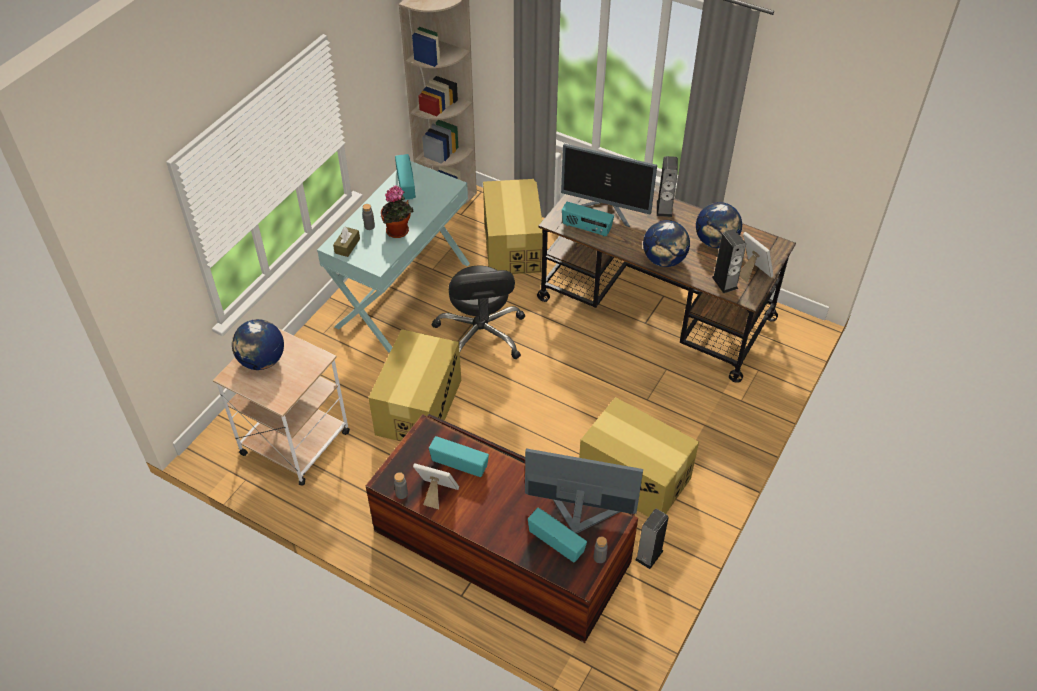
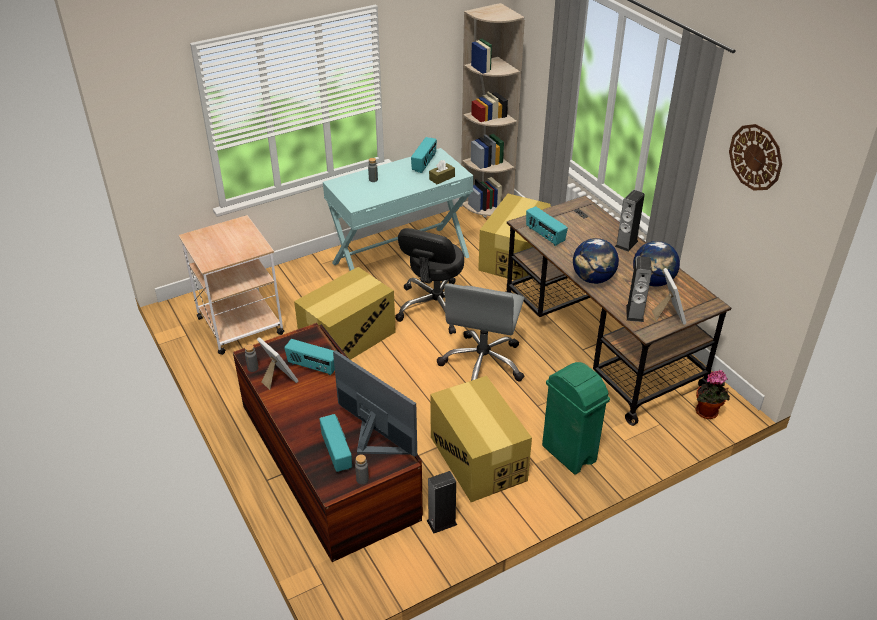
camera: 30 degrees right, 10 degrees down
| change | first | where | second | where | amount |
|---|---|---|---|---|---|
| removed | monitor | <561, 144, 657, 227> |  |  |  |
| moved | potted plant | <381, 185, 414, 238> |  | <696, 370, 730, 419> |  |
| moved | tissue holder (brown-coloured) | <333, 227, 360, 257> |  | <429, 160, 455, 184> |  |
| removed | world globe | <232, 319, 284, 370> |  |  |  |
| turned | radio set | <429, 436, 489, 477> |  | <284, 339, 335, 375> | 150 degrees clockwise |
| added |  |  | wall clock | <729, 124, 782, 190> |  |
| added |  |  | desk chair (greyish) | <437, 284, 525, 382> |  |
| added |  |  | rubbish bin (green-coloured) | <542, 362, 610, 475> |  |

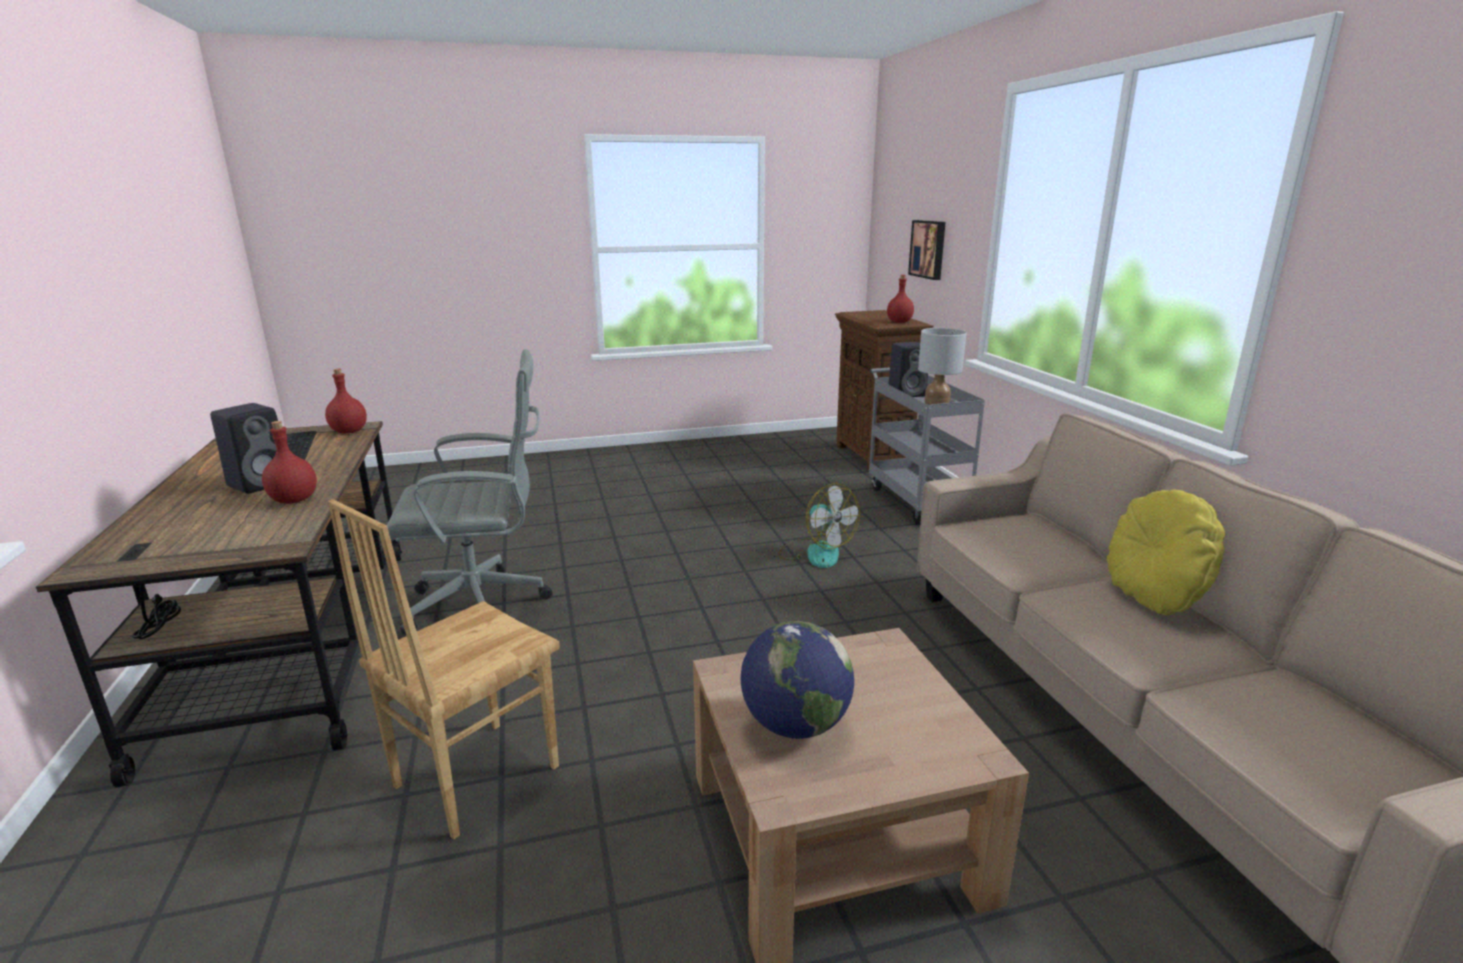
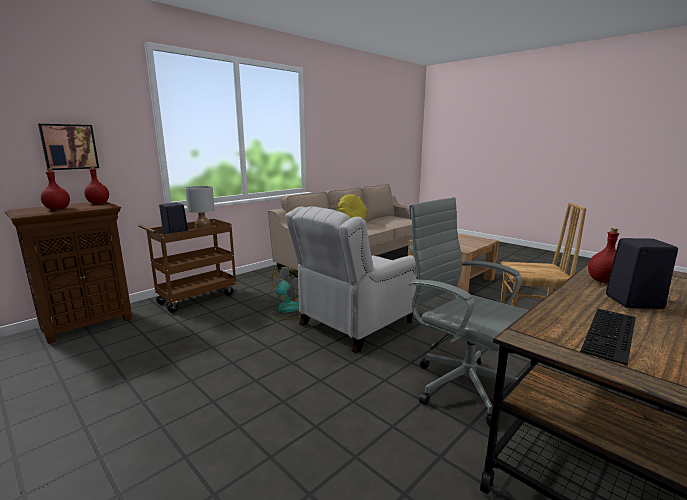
camera: 120 degrees left, 5 degrees down
| change | first | where | second | where | amount |
|---|---|---|---|---|---|
| recoloured | wheeled cart (greyish) | <869, 368, 985, 525> | wheeled cart (brown-coloured) | <138, 219, 236, 313> |  |
| moved | beverage bottle (red) | <325, 369, 367, 433> |  | <41, 168, 70, 210> |  |
| removed | world globe | <740, 621, 854, 739> |  |  |  |
| added |  |  | lounge chair (white) | <285, 206, 417, 353> |  |

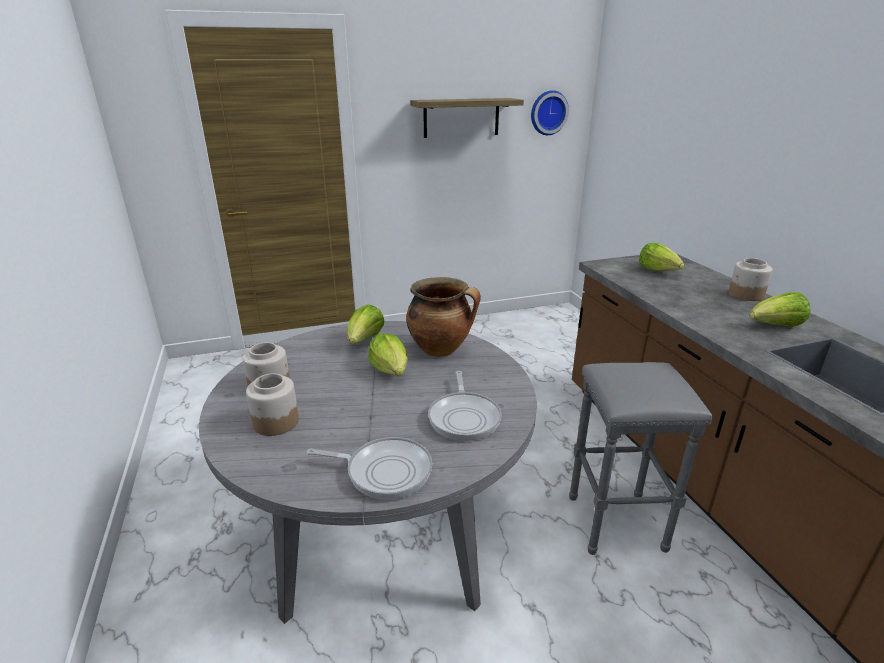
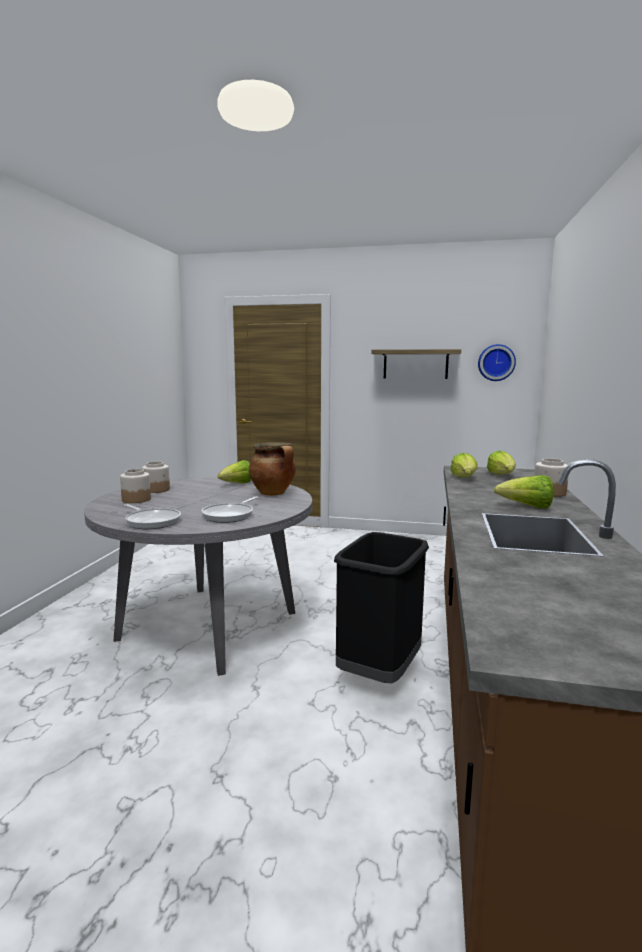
camera: 30 degrees right, 15 degrees down
| change | first | where | second | where | amount |
|---|---|---|---|---|---|
| moved | head of lettuce | <368, 333, 407, 376> |  | <450, 453, 478, 477> |  |
| replaced | stool seat (greyish) | <569, 362, 713, 555> | rubbish bin (black-coloured) | <334, 532, 429, 683> |  |

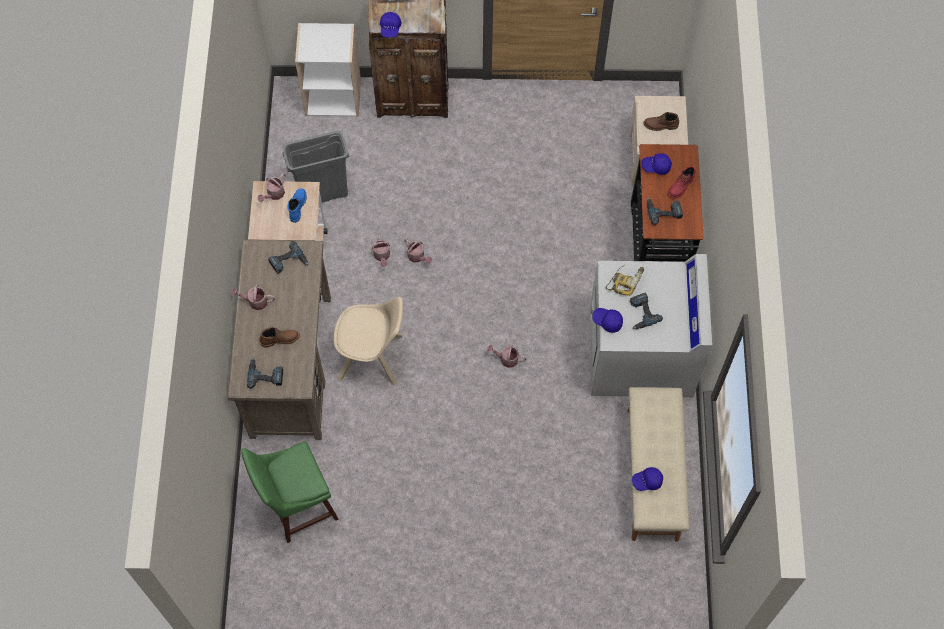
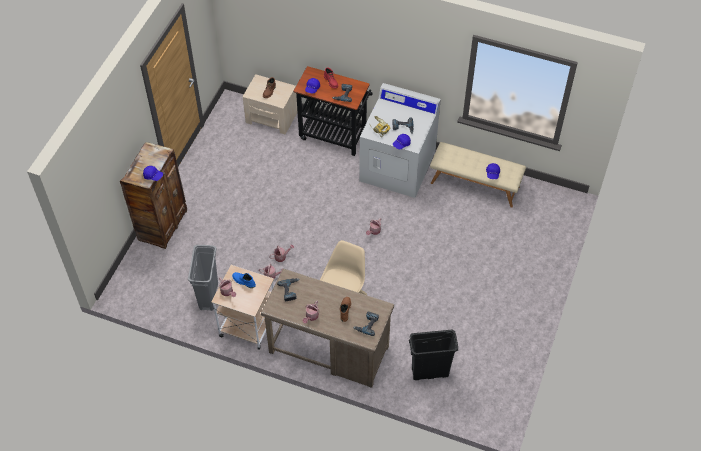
camera: 70 degrees left, 10 degrees down
| change | first | where | second | where | amount |
|---|---|---|---|---|---|
| removed | bookshelf (white) | <295, 23, 361, 117> |  |  |  |
| replaced | plain chair (green-coloured) | <241, 441, 339, 543> | rubbish bin (black-coloured) | <409, 329, 458, 380> |  |

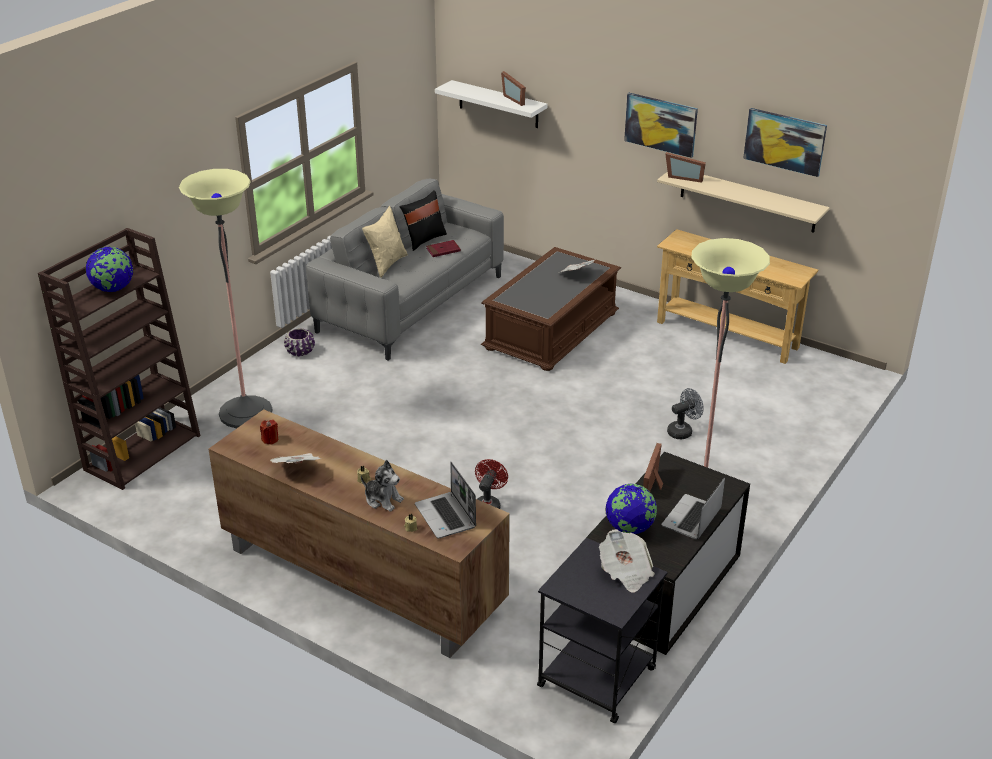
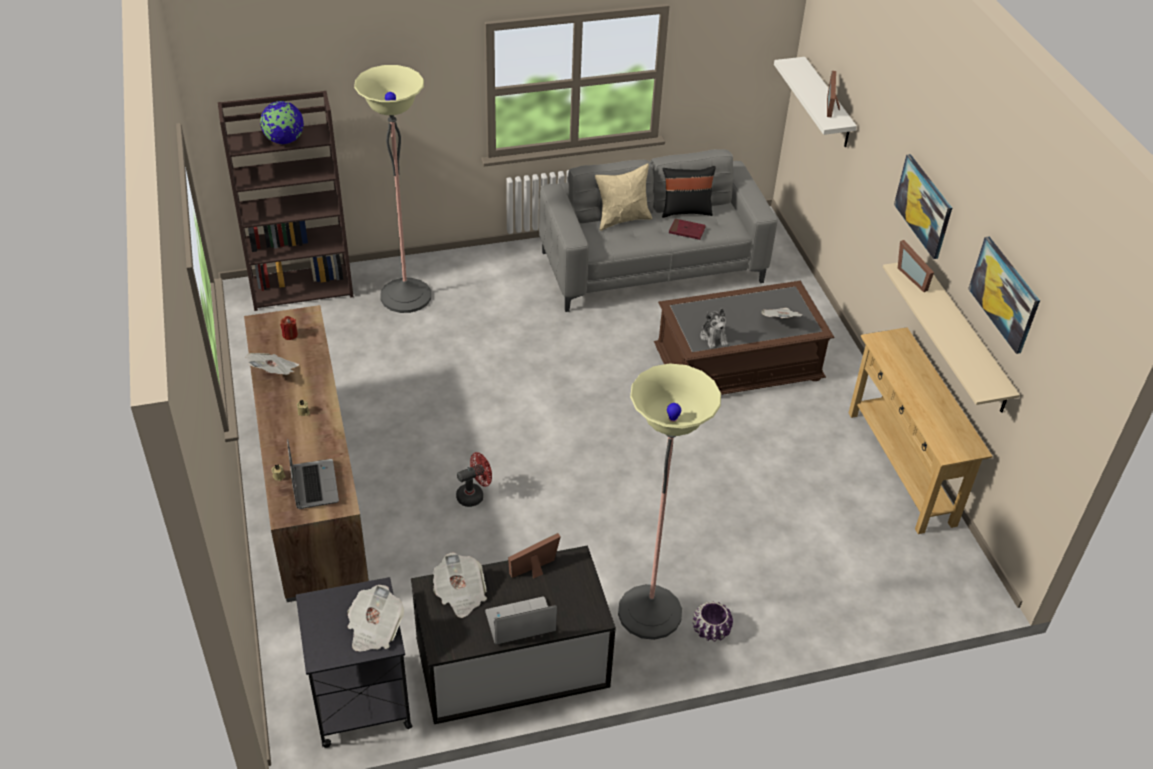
camera: 40 degrees right, 10 degrees up
| change | first | where | second | where | amount |
|---|---|---|---|---|---|
| moved | flower pot (purple-coloured) | <284, 328, 315, 356> |  | <692, 601, 733, 641> |  |
| removed | fan (greyish) | <667, 388, 704, 439> |  |  |  |
| moved | cuddly toy | <361, 460, 404, 512> |  | <700, 308, 728, 349> |  |
| turned | notebook computer | <415, 462, 476, 538> |  | <287, 439, 339, 509> | 150 degrees clockwise |
| replaced | world globe | <605, 484, 657, 534> | daily paper | <433, 552, 487, 618> |  |

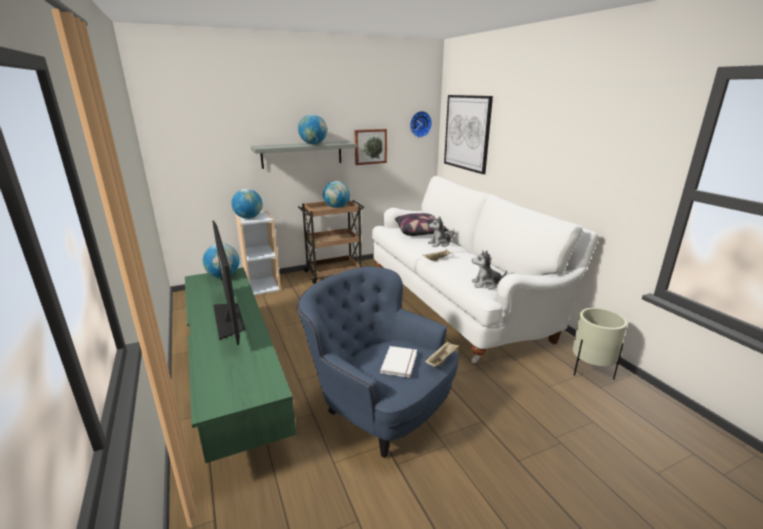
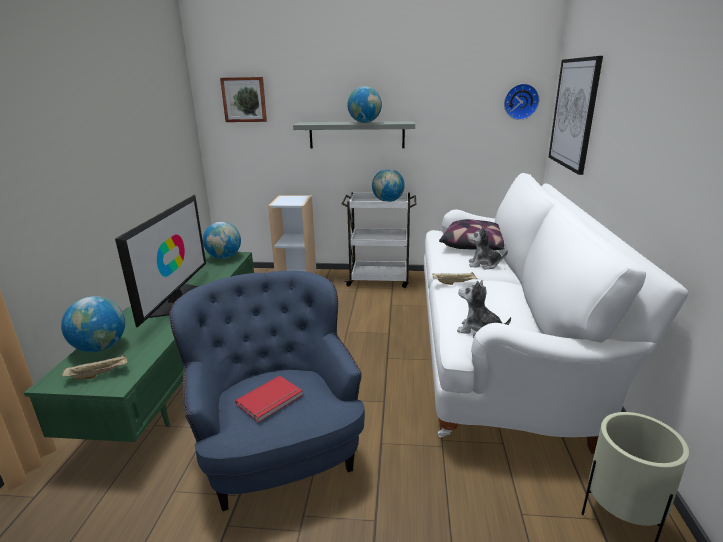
camera: 30 degrees right, 0 degrees up
| change | first | where | second | where | amount |
|---|---|---|---|---|---|
| moved | picture | <354, 129, 387, 165> |  | <220, 77, 267, 122> |  |
| moved | world globe | <231, 189, 263, 219> |  | <61, 296, 125, 352> |  |
| recoloured | wheeled cart (brown-coloured) | <298, 199, 364, 284> | wheeled cart (white) | <342, 192, 417, 288> |  |
| moved | tray (beige-coloured) | <425, 341, 459, 367> |  | <61, 354, 127, 379> |  |
| recoloured | bound book (white) | <380, 346, 417, 378> | bound book (red) | <235, 376, 303, 422> |  |

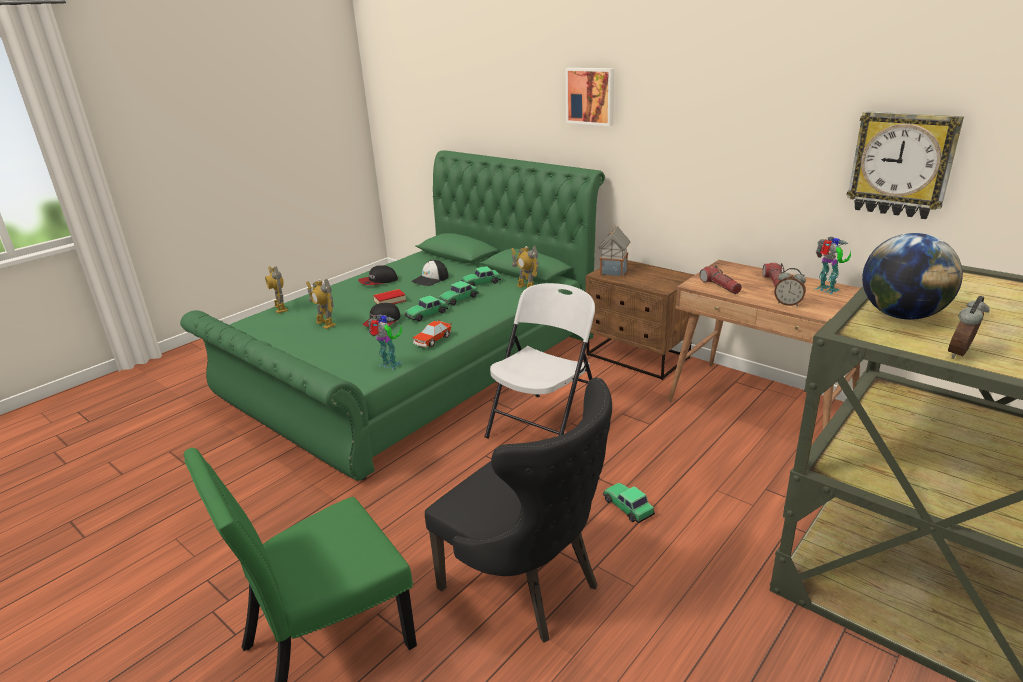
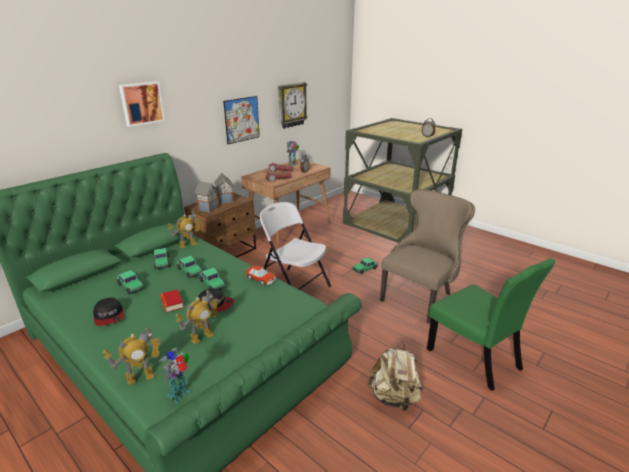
camera: 90 degrees left, 0 degrees up
| change | first | where | second | where | amount |
|---|---|---|---|---|---|
| removed | world globe | <862, 233, 963, 320> |  |  |  |
| replaced | baseball cap | <411, 260, 449, 286> | toy car | <117, 270, 145, 294> |  |
| moved | robot figure | <368, 314, 402, 370> |  | <159, 347, 191, 404> |  |
| recoloured | plain chair (black-coloured) | <425, 377, 612, 643> | plain chair (beige-coloured) | <380, 189, 475, 324> |  |
| added |  |  | picture | <223, 96, 260, 144> |  |
| added |  |  | toy house | <214, 173, 234, 205> |  |
| added |  |  | knapsack (beige-coloured) | <367, 342, 423, 411> |  |

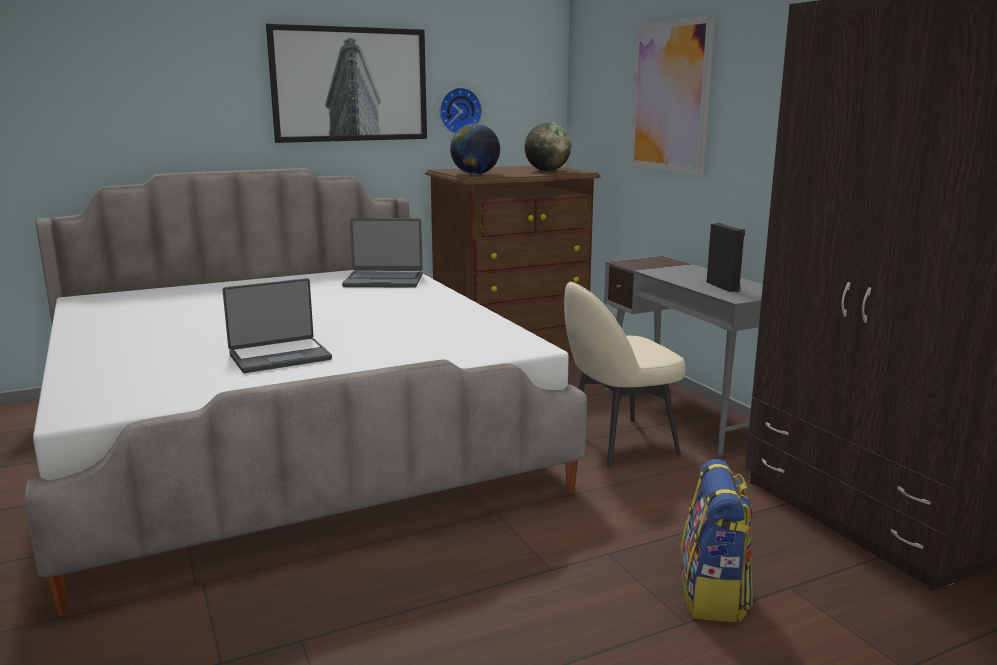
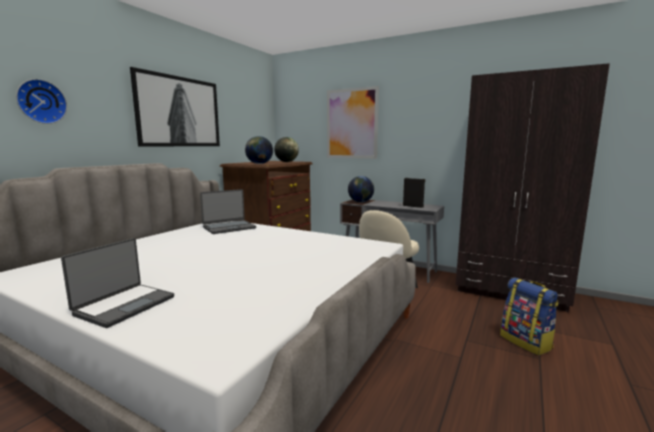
camera: 35 degrees left, 5 degrees down
| change | first | where | second | where | amount |
|---|---|---|---|---|---|
| moved | wall clock | <440, 87, 482, 134> |  | <16, 79, 67, 124> |  |
| moved | notebook computer | <222, 278, 332, 373> |  | <61, 238, 174, 328> |  |
| added |  |  | world globe | <348, 176, 374, 202> |  |

